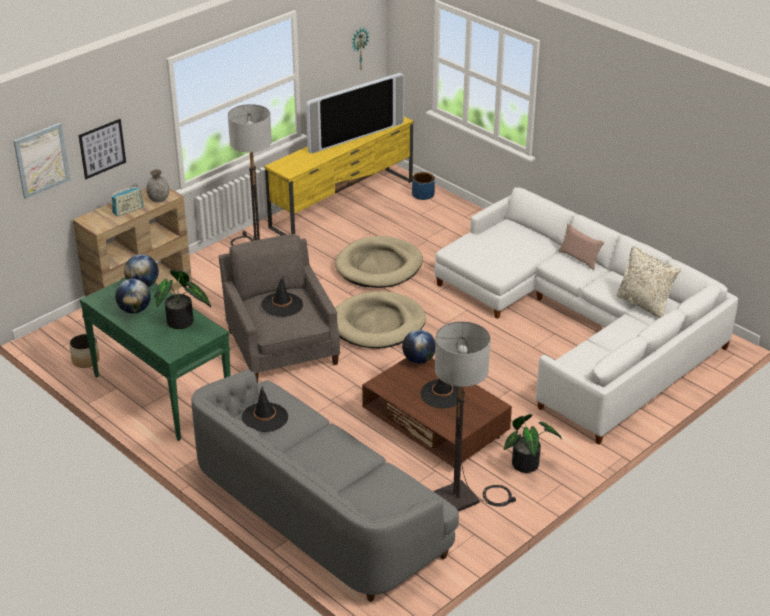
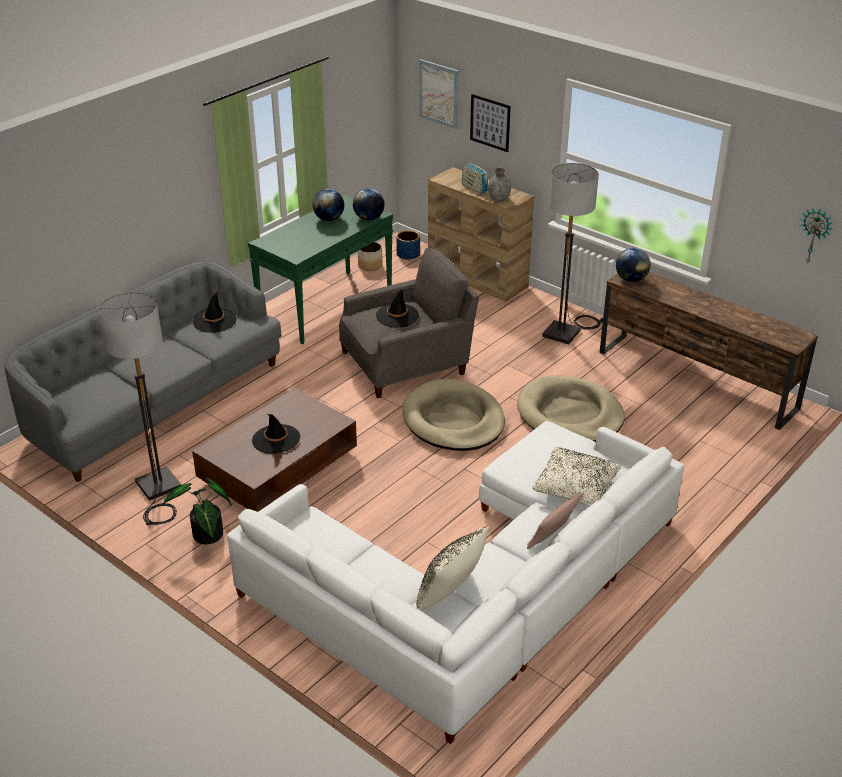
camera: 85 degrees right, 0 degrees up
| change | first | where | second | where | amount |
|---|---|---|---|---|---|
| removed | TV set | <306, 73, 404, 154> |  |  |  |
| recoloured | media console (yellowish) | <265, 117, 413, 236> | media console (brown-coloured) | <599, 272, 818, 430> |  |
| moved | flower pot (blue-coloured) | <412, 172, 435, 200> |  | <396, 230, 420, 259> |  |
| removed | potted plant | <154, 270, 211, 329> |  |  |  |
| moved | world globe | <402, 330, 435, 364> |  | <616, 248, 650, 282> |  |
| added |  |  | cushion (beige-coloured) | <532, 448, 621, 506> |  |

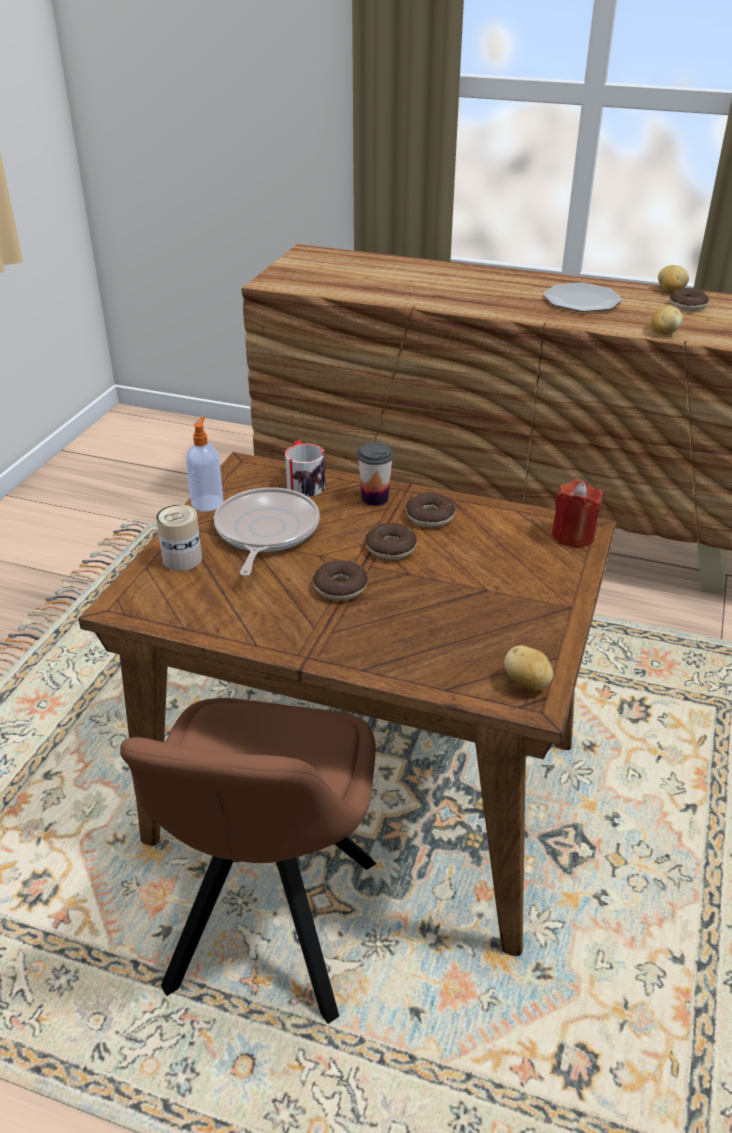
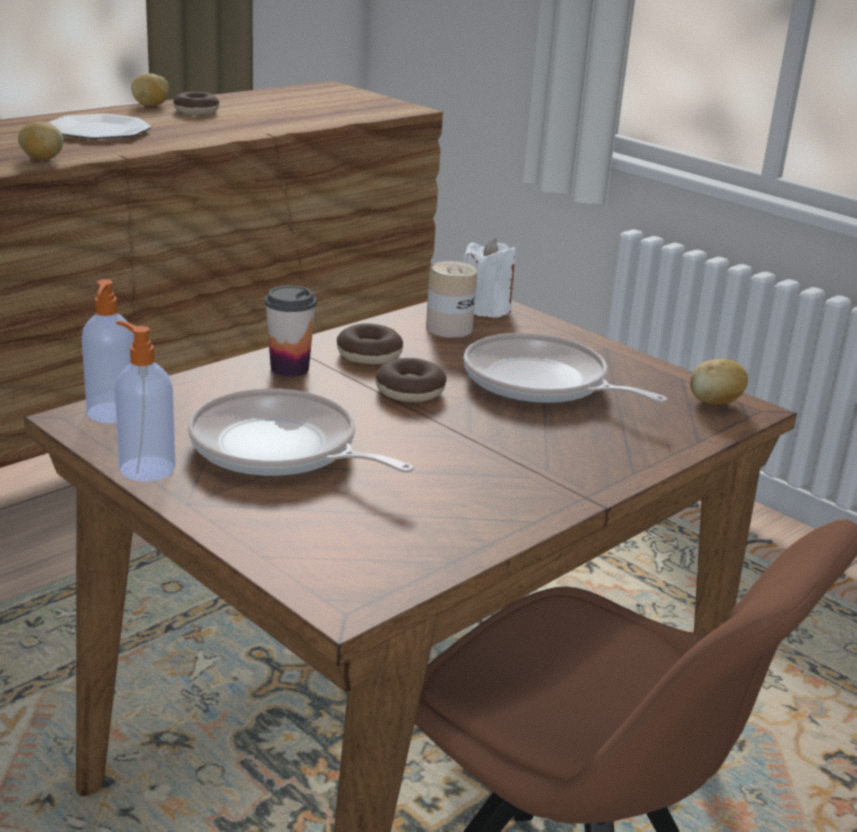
camera: 65 degrees left, 10 degrees down
| change | first | where | second | where | amount |
|---|---|---|---|---|---|
| moved | potato | <651, 305, 683, 335> |  | <18, 121, 64, 160> |  |
| removed | mug | <285, 441, 326, 497> |  |  |  |
| recoloured | candle (red) | <552, 479, 603, 547> | candle (white) | <463, 237, 516, 318> |  |
| moved | can | <156, 505, 202, 571> |  | <426, 261, 477, 338> |  |
| removed | doughnut | <313, 560, 368, 600> |  |  |  |
| added |  |  | soap dispenser | <82, 279, 134, 423> |  |
| added |  |  | frying pan | <463, 333, 667, 404> |  |

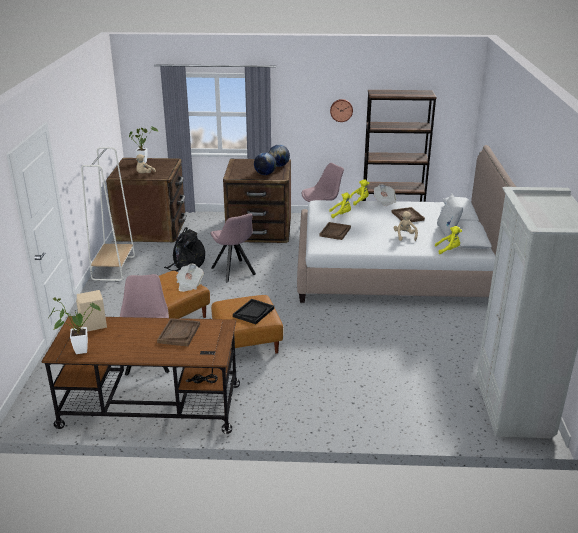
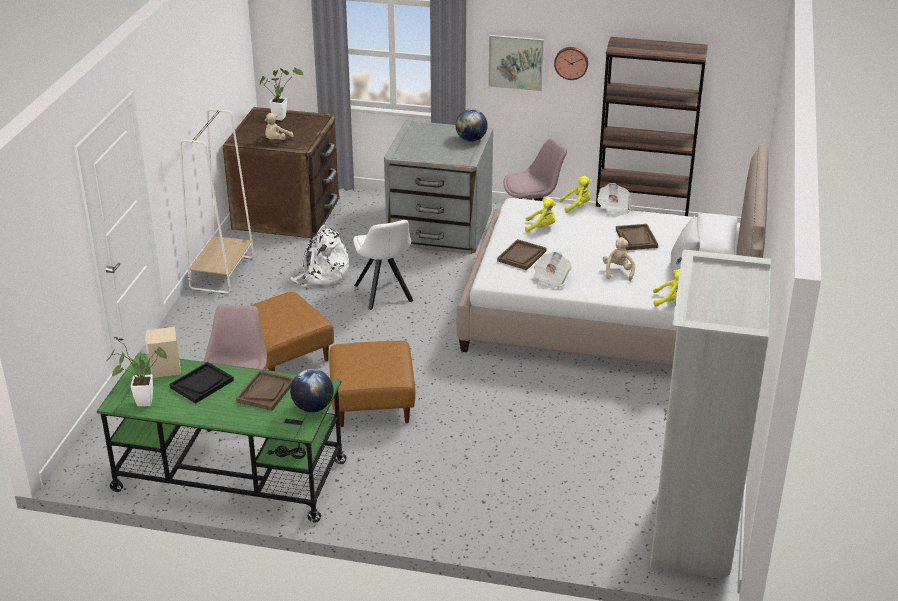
camera: 10 degrees right, 5 degrees up
| change | first | where | second | where | amount |
|---|---|---|---|---|---|
| moved | world globe | <254, 152, 276, 175> |  | <290, 369, 334, 412> |  |
| recoloured | dresser (brown-coloured) | <223, 159, 291, 243> | dresser (greyish) | <384, 120, 493, 254> |  |
| recoloured | plain chair (pink-coloured) | <210, 213, 256, 282> | plain chair (white) | <353, 220, 413, 310> |  |
| recoloured | knapsack (black-coloured) | <164, 227, 205, 271> | knapsack (white) | <290, 225, 349, 287> |  |
| moved | daily paper | <176, 264, 204, 292> |  | <534, 252, 572, 289> |  |
| moved | tray (black-coloured) | <233, 299, 274, 324> |  | <169, 362, 234, 404> |  |
| recoloured | desk unit (brown-coloured) | <41, 316, 240, 434> | desk unit (green-coloured) | <97, 353, 347, 523> |  |
| added |  |  | picture | <488, 35, 544, 91> |  |

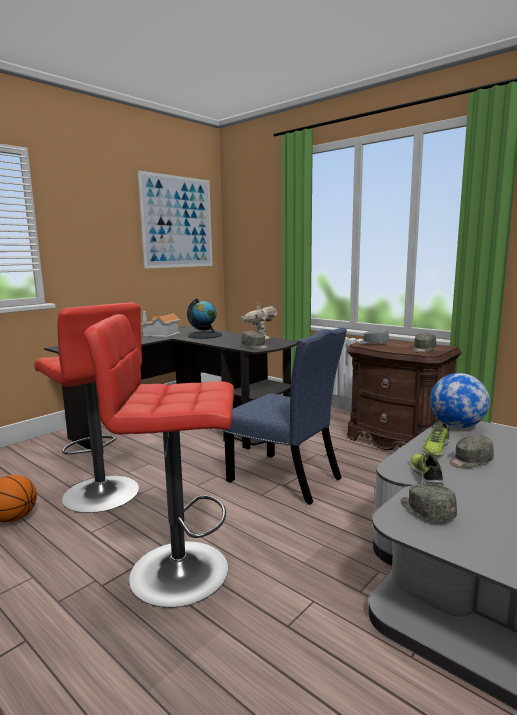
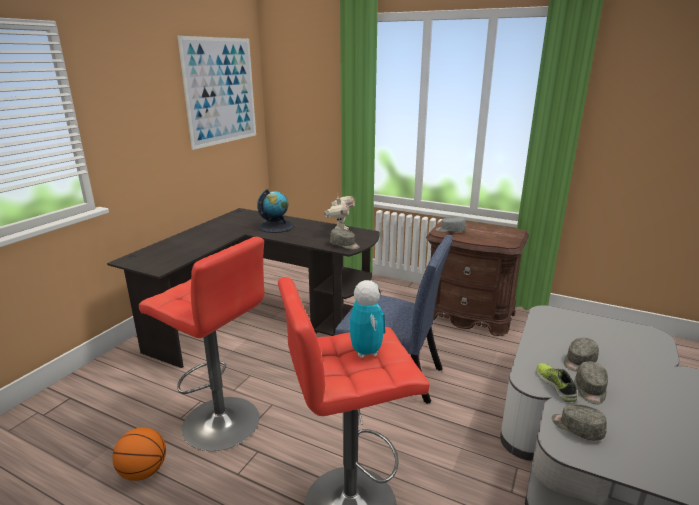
camera: 15 degrees left, 10 degrees up
| change | first | where | second | where | amount |
|---|---|---|---|---|---|
| removed | toy house | <140, 311, 181, 337> |  |  |  |
| moved | baseball cap (greyish) | <413, 333, 436, 353> |  | <576, 361, 608, 404> |  |
| removed | world globe | <430, 373, 490, 428> |  |  |  |
| removed | shoe | <422, 422, 449, 456> |  |  |  |
| added |  |  | robot figure | <350, 280, 385, 358> |  |

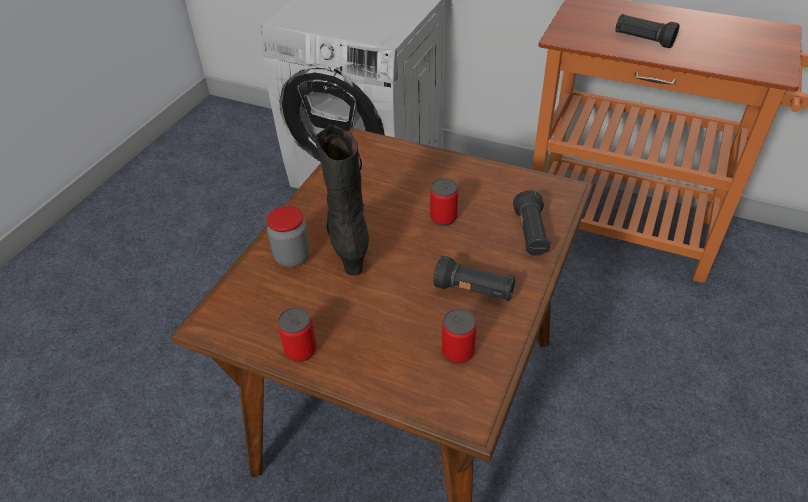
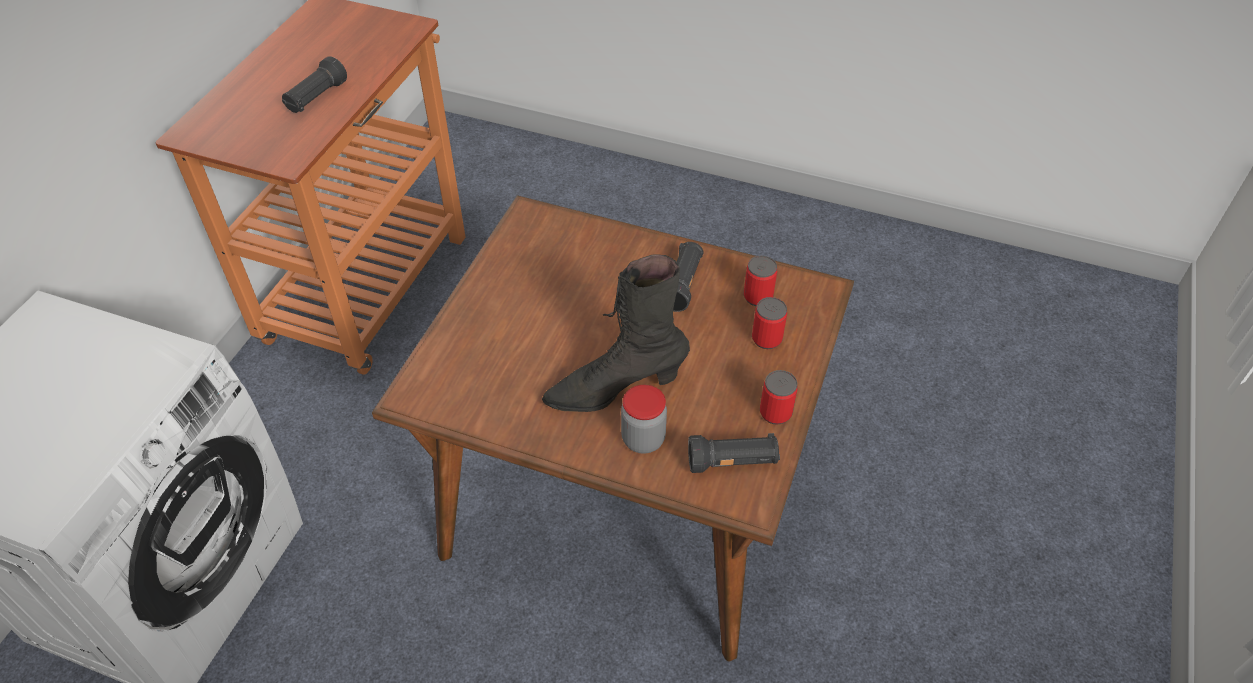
camera: 95 degrees left, 5 degrees up
| change | first | where | second | where | amount |
|---|---|---|---|---|---|
| moved | can | <430, 178, 458, 226> |  | <752, 297, 787, 349> |  |
| moved | hand torch (black-coloured) | <513, 190, 551, 256> |  | <688, 433, 780, 473> |  |

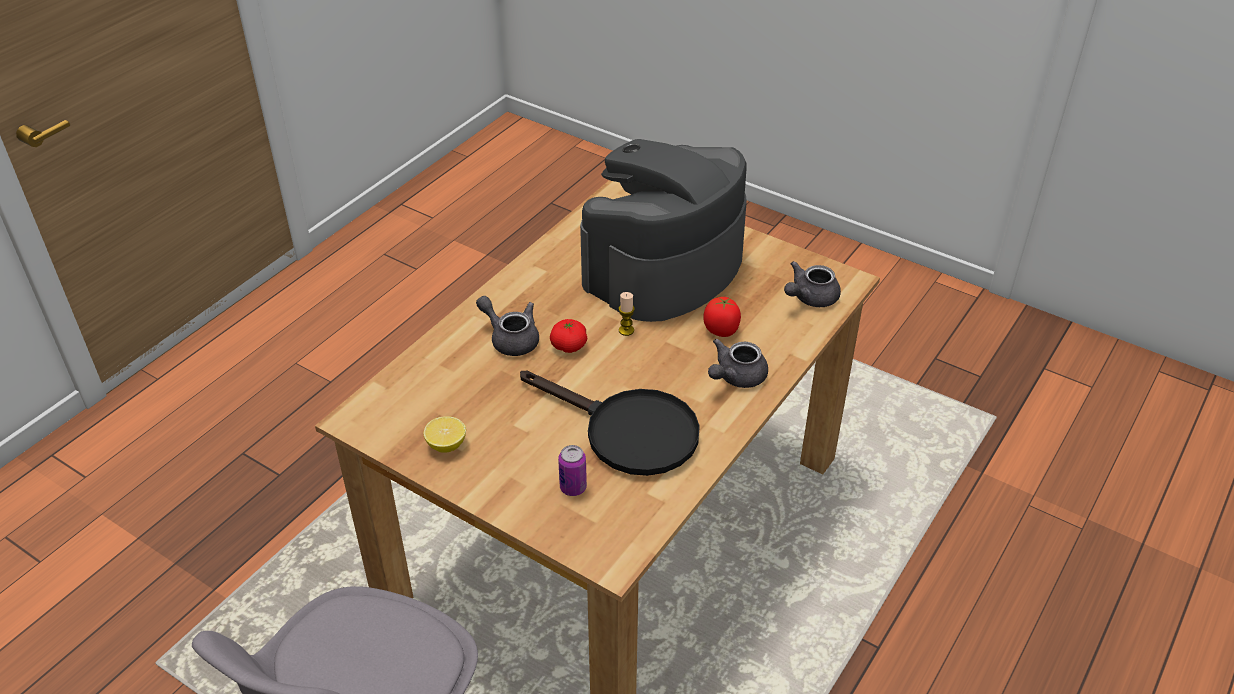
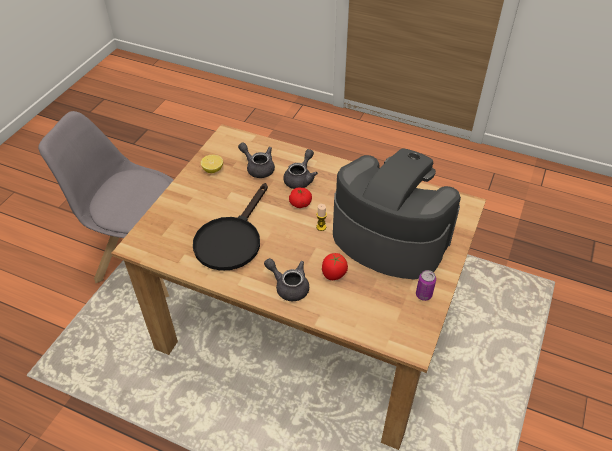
camera: 80 degrees right, 5 degrees up
| change | first | where | second | where | amount |
|---|---|---|---|---|---|
| moved | pot for tea (greyish) | <784, 261, 841, 307> |  | <238, 143, 275, 178> |  |
| moved | can | <558, 445, 587, 496> |  | <416, 270, 436, 301> |  |

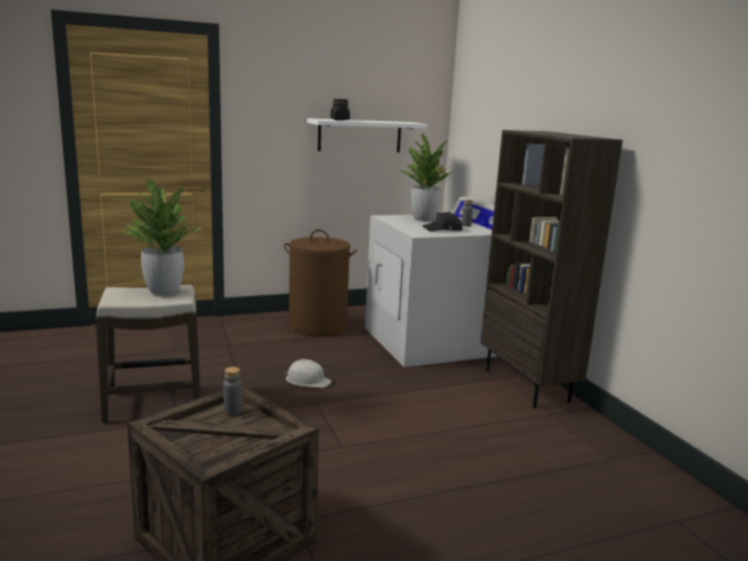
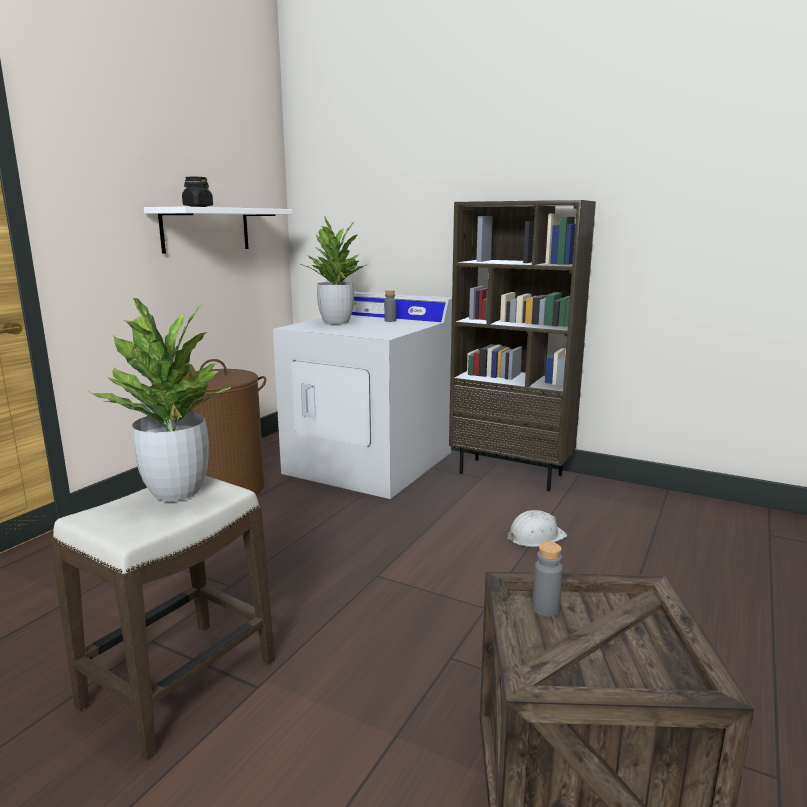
camera: 40 degrees left, 0 degrees up
| change | first | where | second | where | amount |
|---|---|---|---|---|---|
| removed | baseball cap (black-coloured) | <422, 212, 462, 231> |  |  |  |
| moved | work helmet (white) | <284, 359, 332, 388> |  | <508, 510, 567, 547> |  |

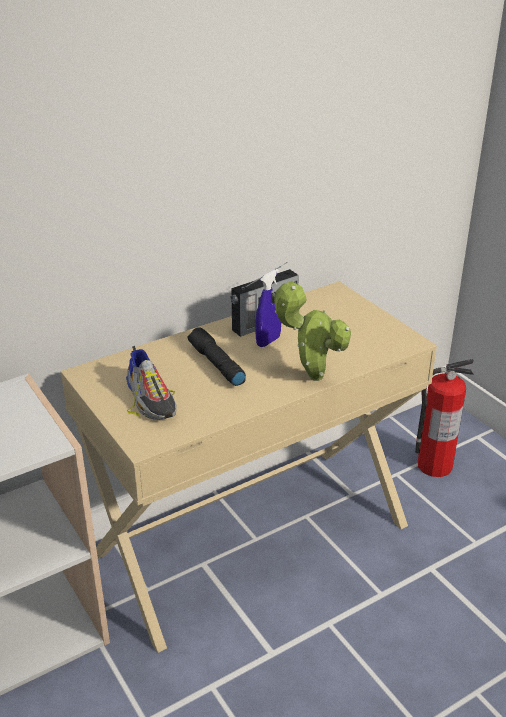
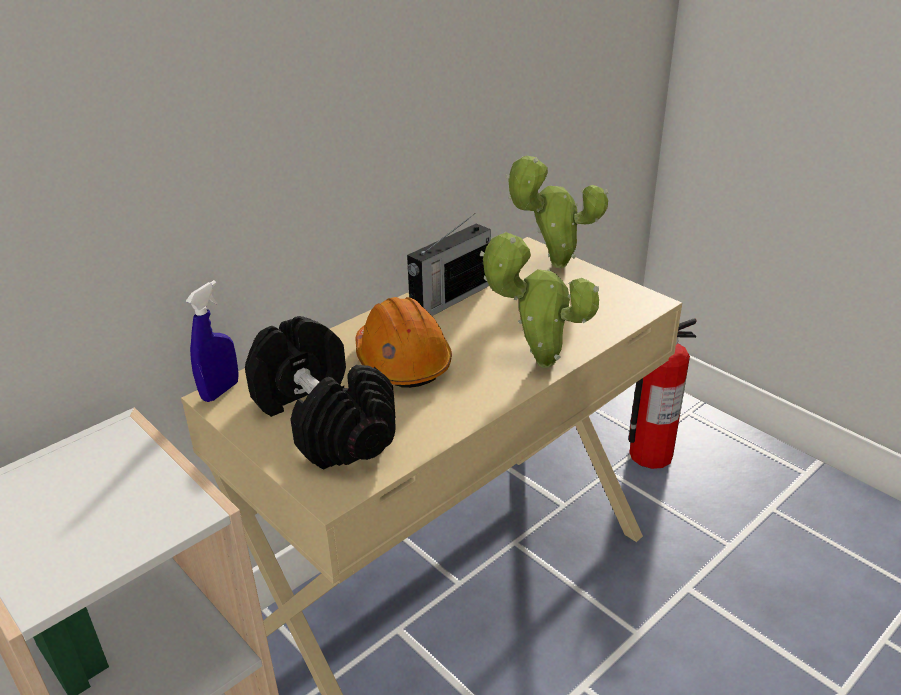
camera: 10 degrees left, 0 degrees up
| change | first | where | second | where | amount |
|---|---|---|---|---|---|
| moved | hand sprayer (blue-coloured) | <255, 269, 281, 347> |  | <186, 280, 239, 402> |  |
| replaced | hand torch (black-coloured) | <188, 327, 246, 386> | work helmet (orange) | <355, 297, 452, 388> |  |
| replaced | shoe | <126, 346, 176, 420> | hand weight (black-coloured) | <245, 316, 396, 470> |  |
| added |  |  | potted plant | <505, 156, 608, 268> |  |

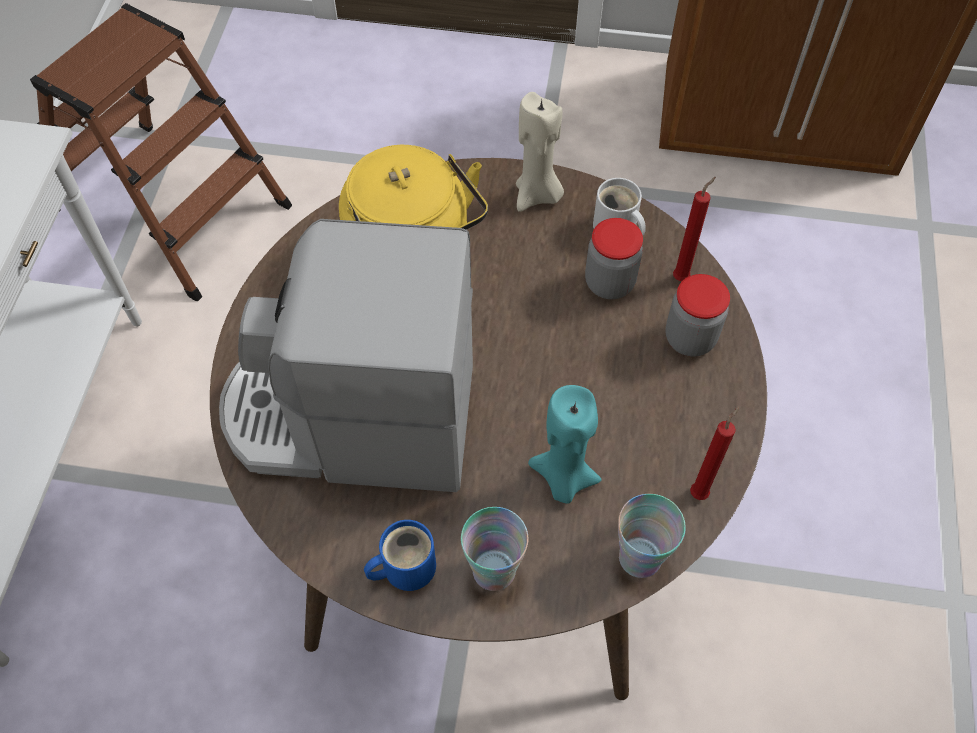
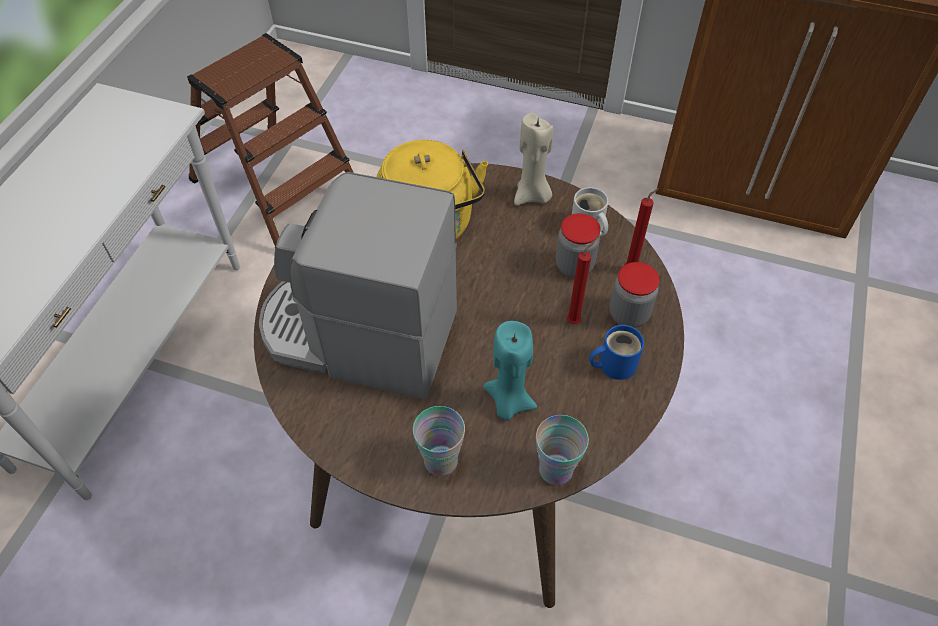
camera: 10 degrees right, 5 degrees down
| change | first | where | second | where | amount |
|---|---|---|---|---|---|
| moved | candle (red) | <690, 406, 740, 500> |  | <567, 240, 595, 324> |  |
| moved | mug (blue-coloured) | <364, 520, 436, 591> |  | <589, 325, 644, 380> |  |

